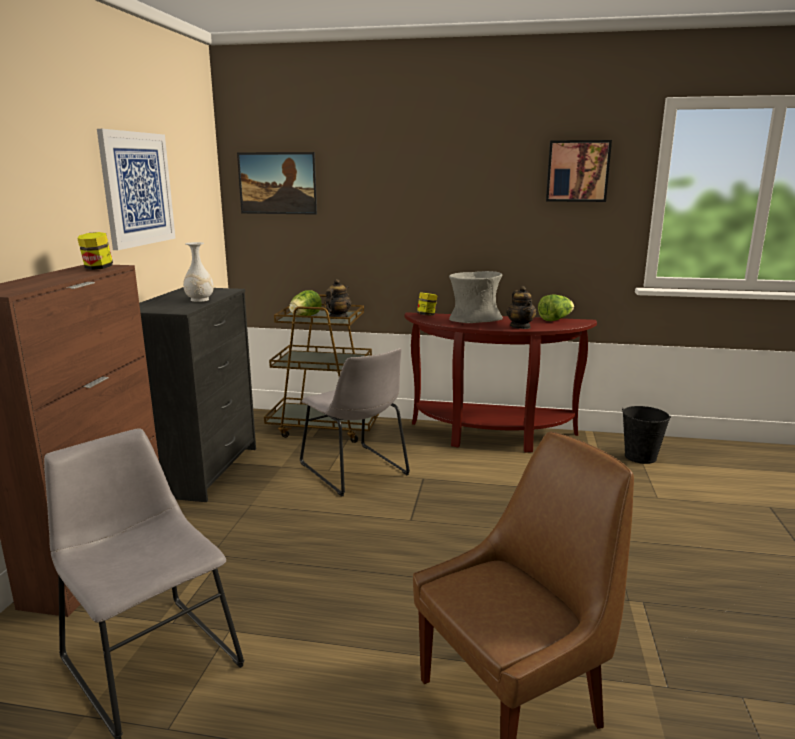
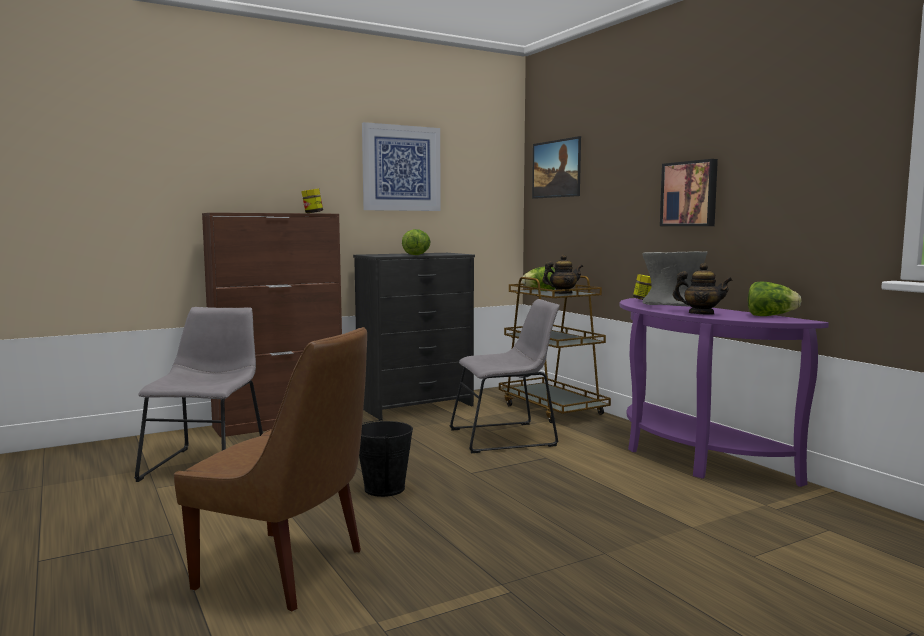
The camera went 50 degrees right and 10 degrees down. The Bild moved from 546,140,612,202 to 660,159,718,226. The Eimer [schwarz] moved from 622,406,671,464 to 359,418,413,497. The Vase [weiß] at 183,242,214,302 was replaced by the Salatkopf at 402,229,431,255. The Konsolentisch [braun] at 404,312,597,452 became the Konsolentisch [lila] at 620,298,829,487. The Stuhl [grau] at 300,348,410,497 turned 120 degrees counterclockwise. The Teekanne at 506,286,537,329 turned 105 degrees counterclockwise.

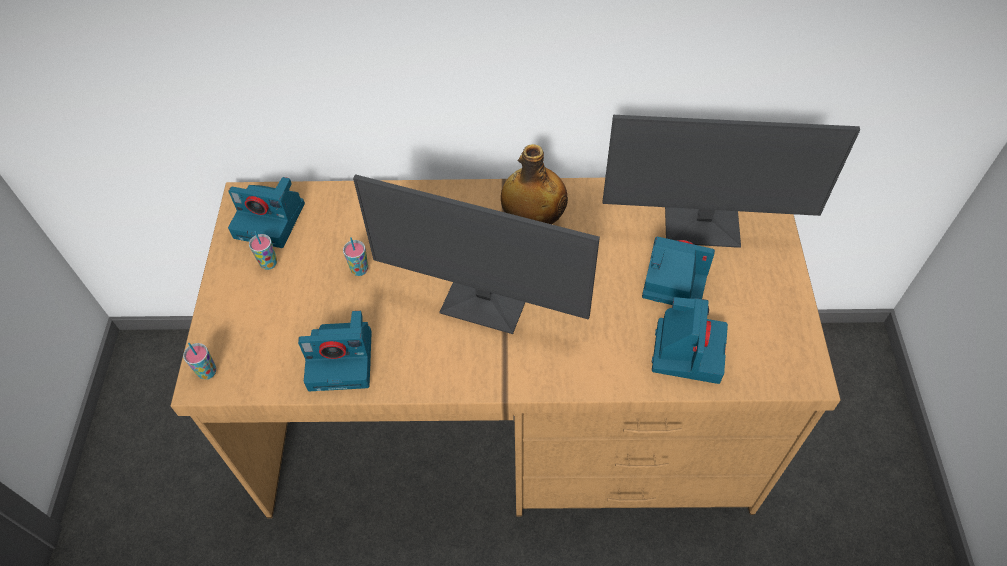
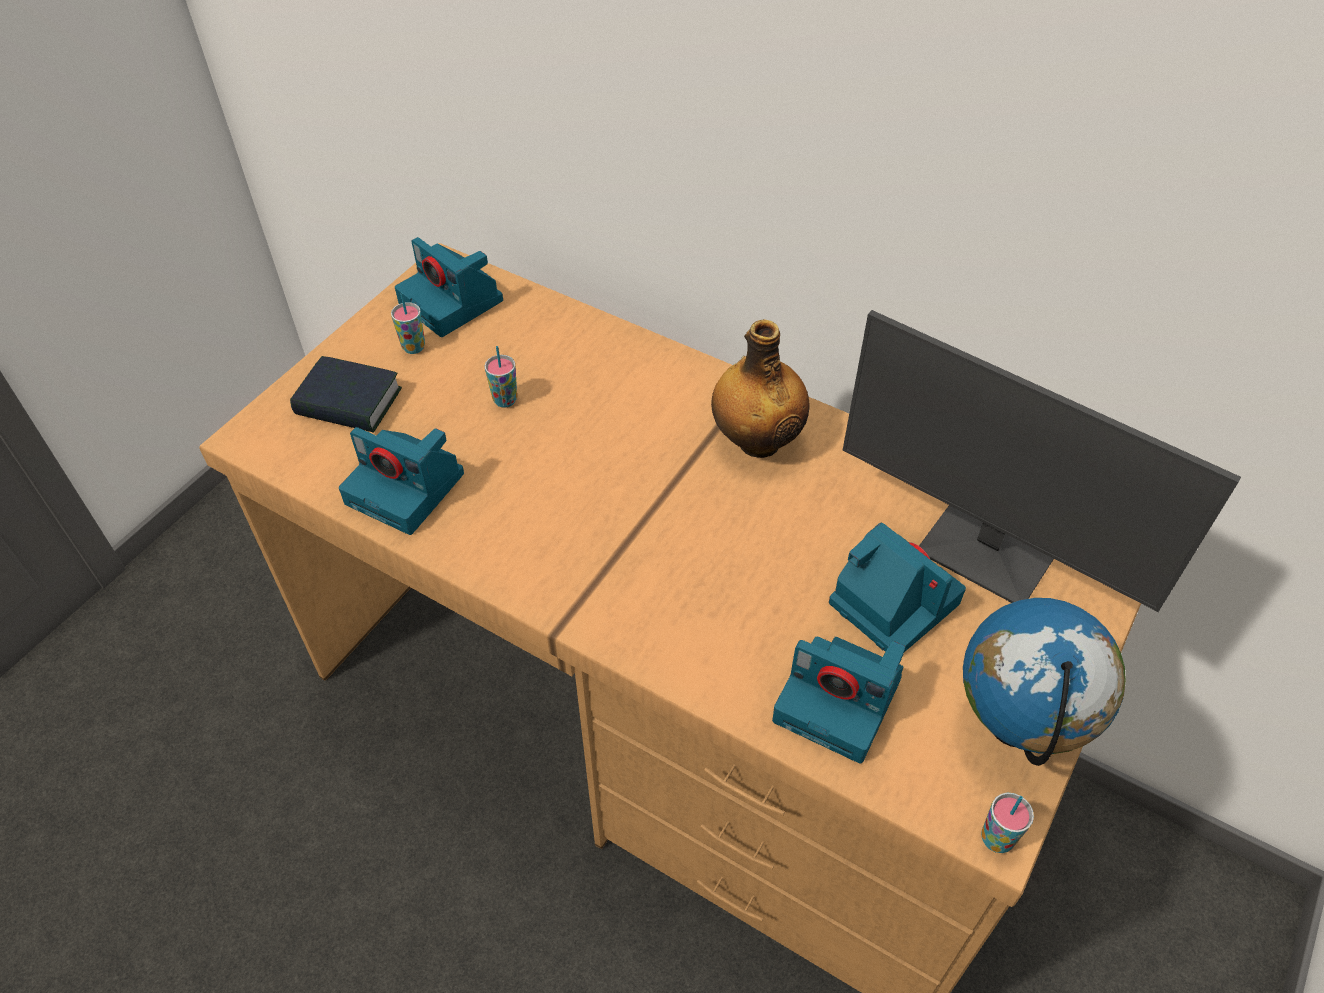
The camera went 30 degrees right and 5 degrees down. The Monitor at 353,174,600,334 disappeared. The Buch at 290,356,402,433 appeared. The Globus at 963,598,1126,766 appeared. The Tasse moved from 183,343,216,379 to 981,792,1034,853. The Kamera at 652,297,728,384 turned 75 degrees clockwise.

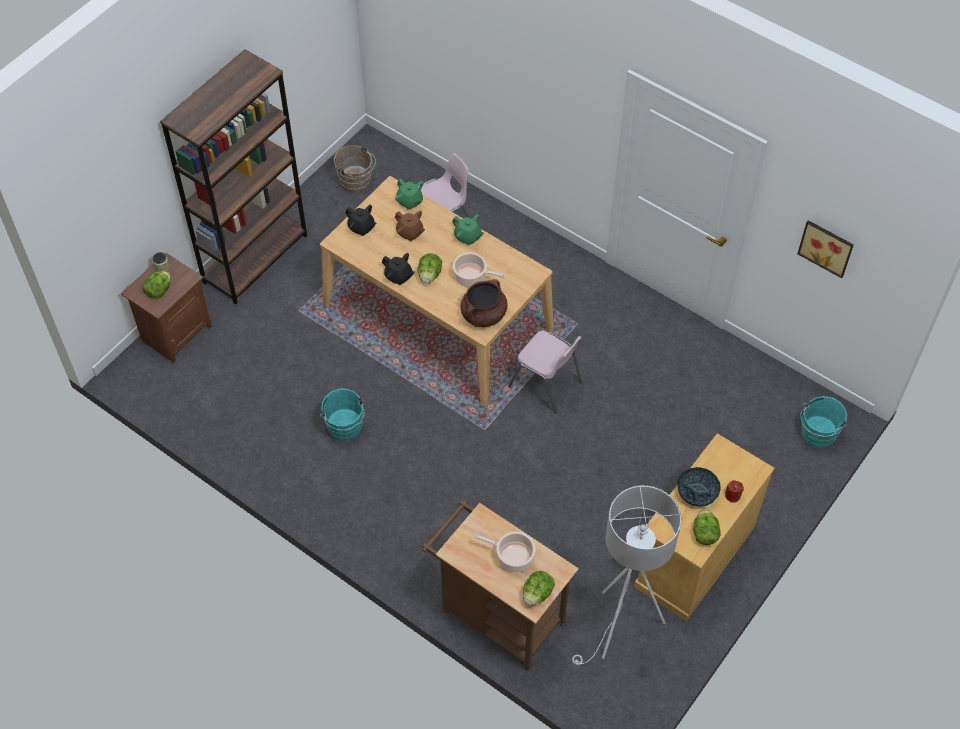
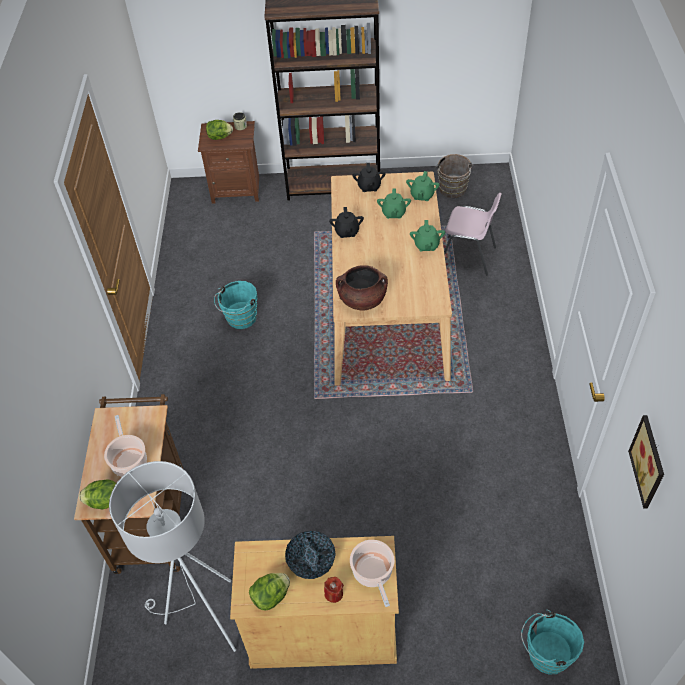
The camera went 55 degrees right and 5 degrees down. The Salatkopf at 418,253,442,284 disappeared. The Stuhl [rosa] at 508,330,582,414 disappeared. The Kochtopf moved from 453,252,506,287 to 350,540,394,607. The Teekanne [braun] at 395,211,425,241 became the Teekanne [grün] at 377,188,411,219.

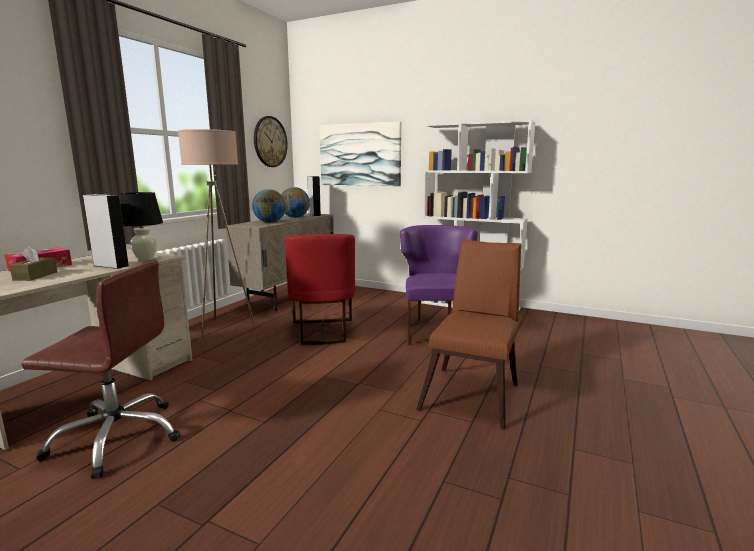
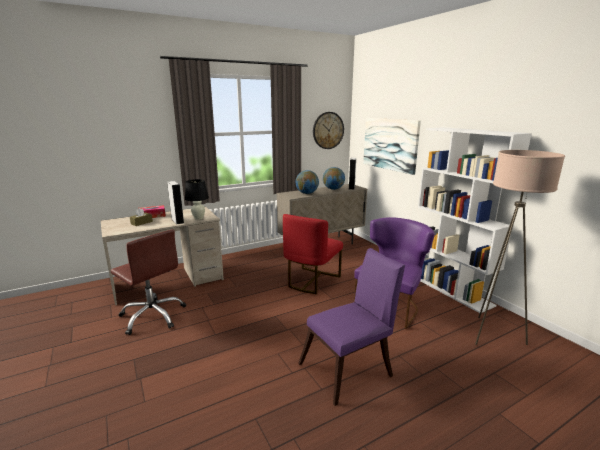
The camera went 35 degrees right and 5 degrees up. The Stehlampe [beige] moved from 178,129,255,336 to 475,150,565,345. The Stuhl [braun] at 416,239,521,430 became the Stuhl [lila] at 298,248,405,406.

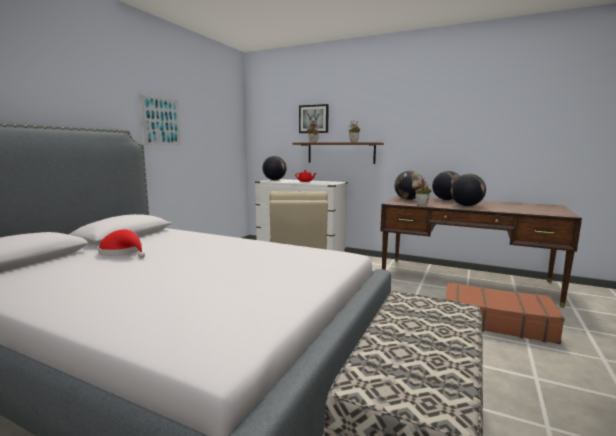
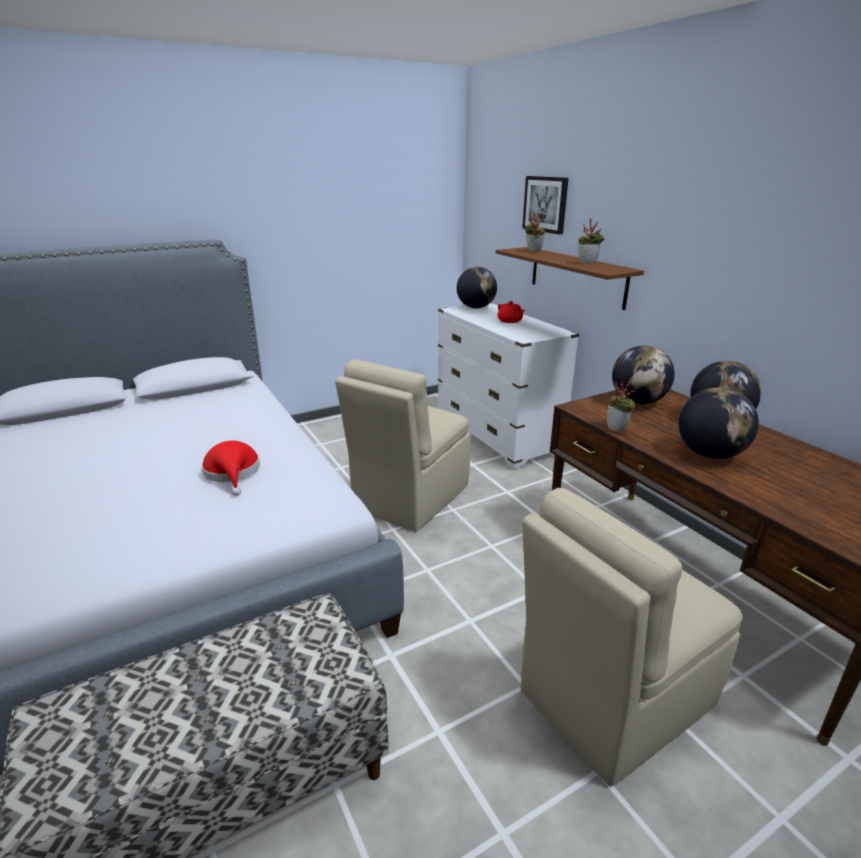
The camera went 35 degrees right and 15 degrees up. The Bild at 140,94,181,145 disappeared. The Hut [rot] moved from 98,229,145,258 to 201,441,260,496. The Koffer [braun] at 446,282,565,345 was replaced by the Stuhl [beige] at 521,488,743,786.

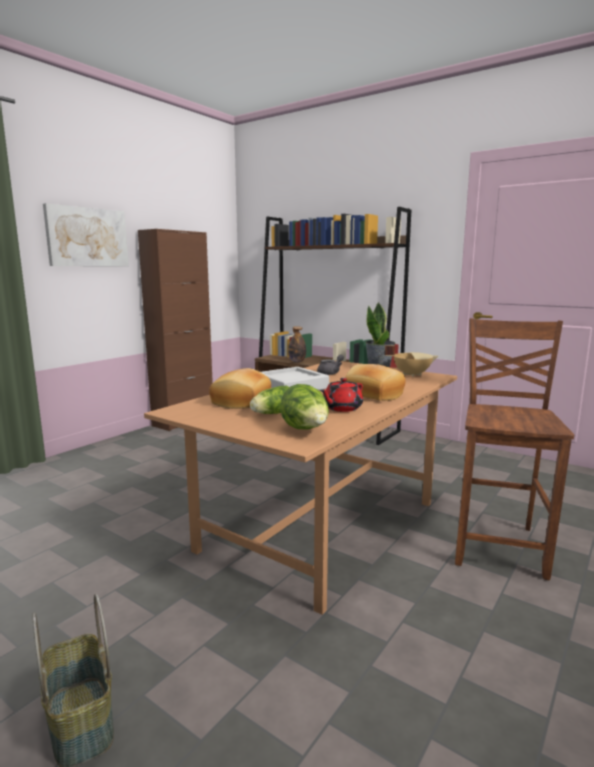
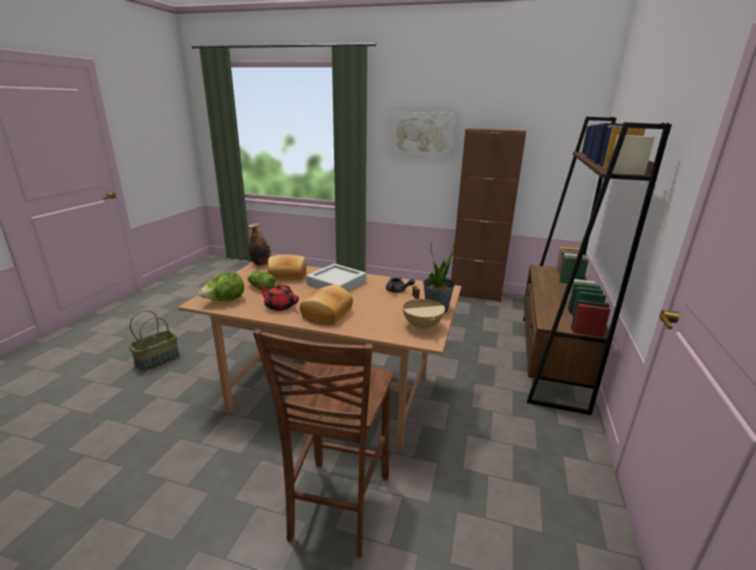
The camera went 70 degrees right and 10 degrees up. The Flasche moved from 288,326,306,362 to 248,223,271,266. The Stuhl [braun] at 455,318,574,580 turned 105 degrees clockwise.

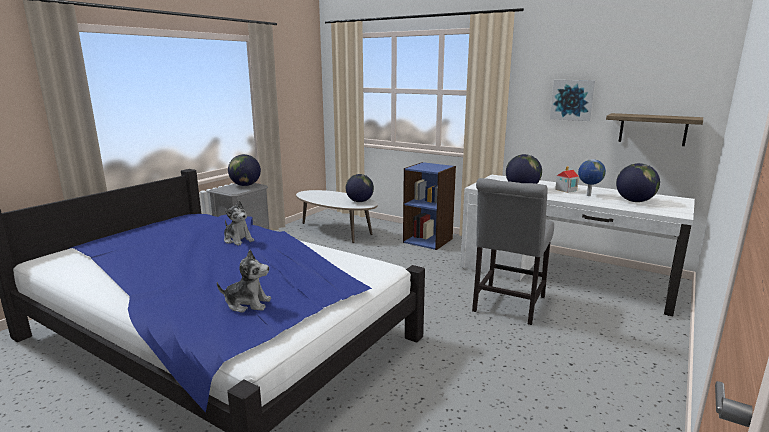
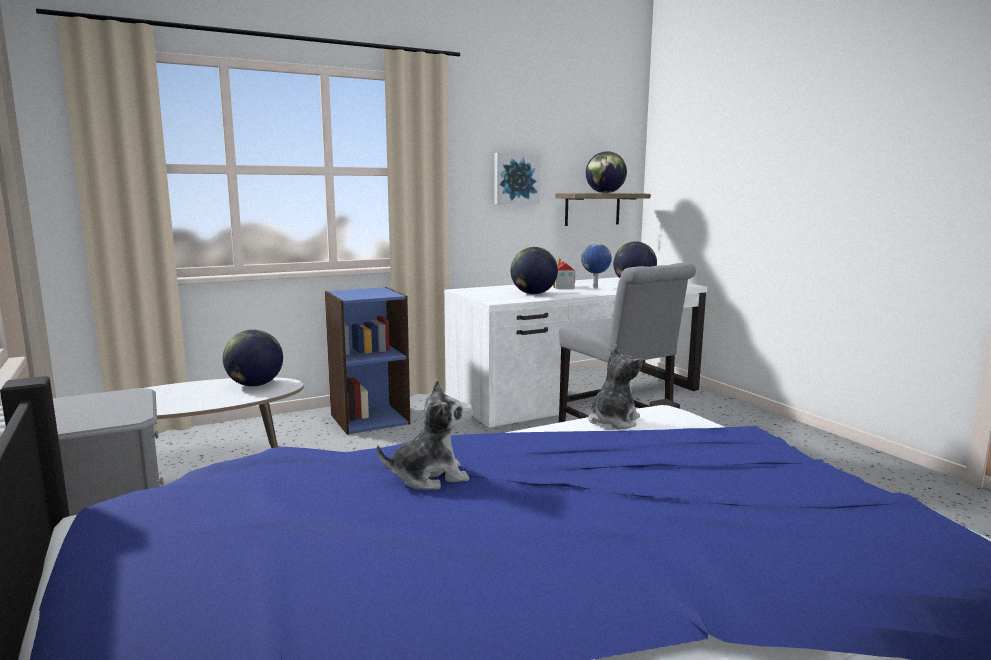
The camera went 60 degrees left and 5 degrees down. The Plüschtier moved from 217,250,271,313 to 588,344,643,429. The Globus moved from 228,154,261,186 to 586,151,627,193.

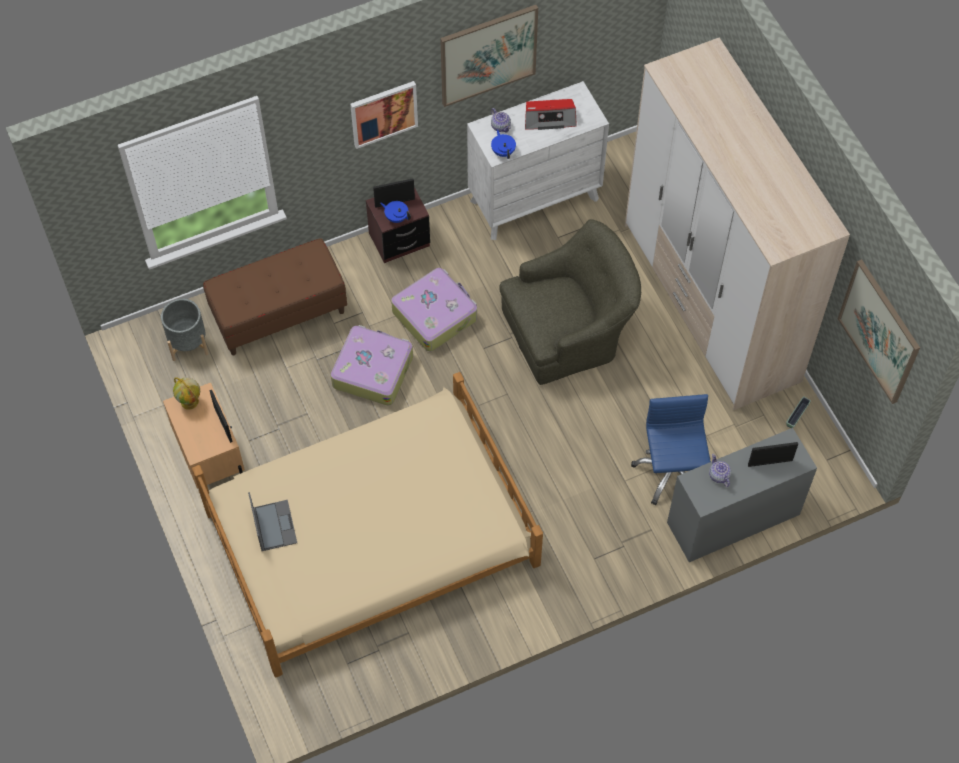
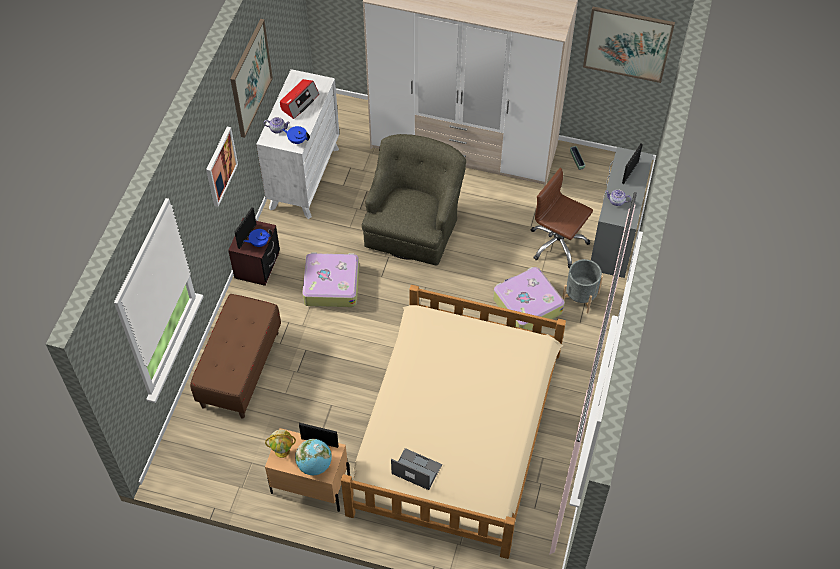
The camera went 50 degrees left and 5 degrees down. The Globus at 295,439,332,475 appeared. The Pflanzkübel [grau] moved from 161,299,208,361 to 562,259,603,314. The Koffer moved from 331,325,413,406 to 493,267,565,330. The Bürostuhl [blau] at 631,394,711,505 became the Bürostuhl [braun] at 531,168,593,268.

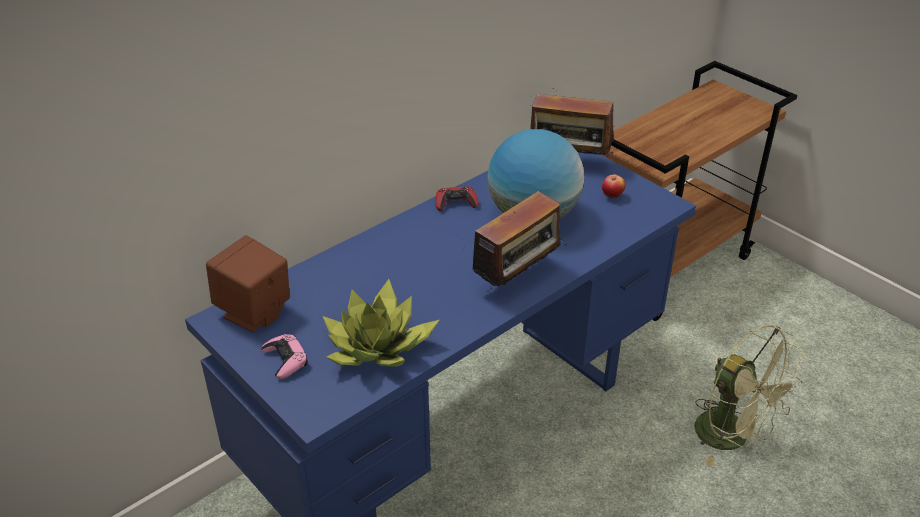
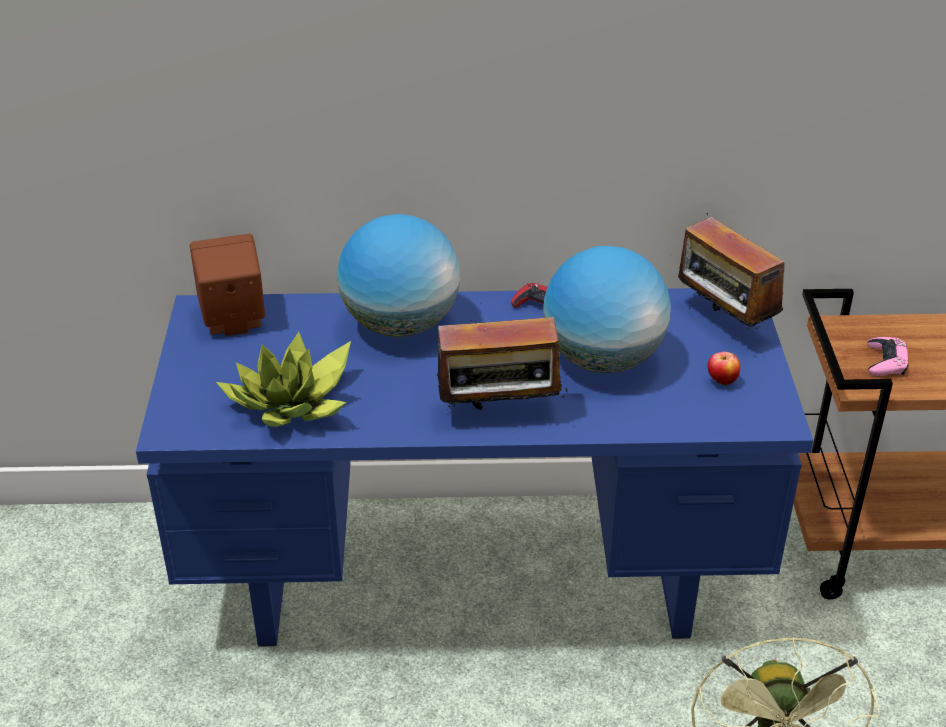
The camera went 40 degrees right and 0 degrees up. The Globus at 337,214,460,337 appeared. The Gamepad [rosa] moved from 261,334,307,379 to 867,337,908,376.

